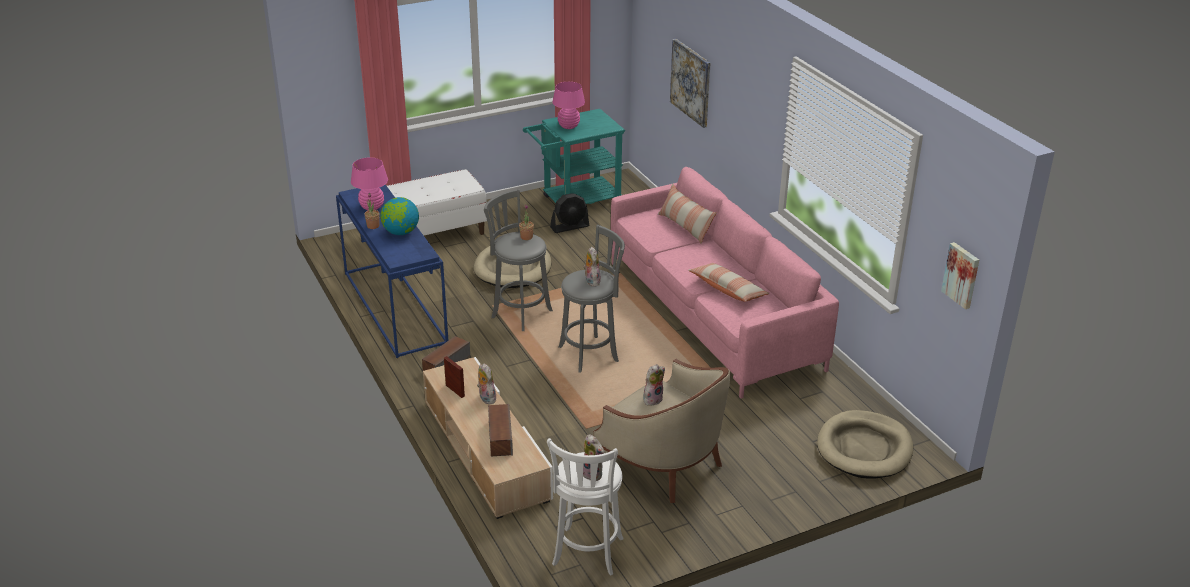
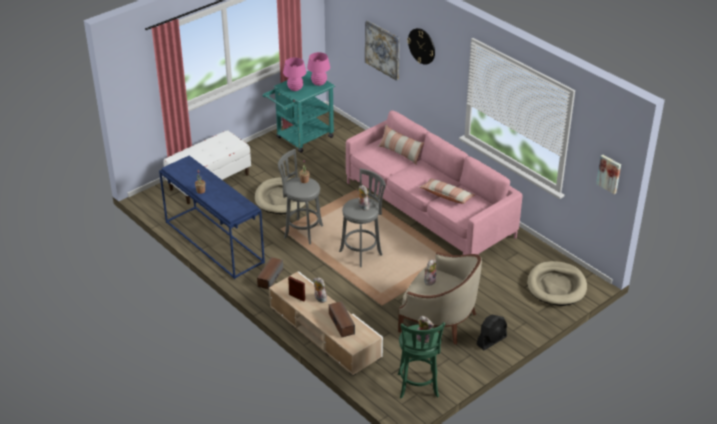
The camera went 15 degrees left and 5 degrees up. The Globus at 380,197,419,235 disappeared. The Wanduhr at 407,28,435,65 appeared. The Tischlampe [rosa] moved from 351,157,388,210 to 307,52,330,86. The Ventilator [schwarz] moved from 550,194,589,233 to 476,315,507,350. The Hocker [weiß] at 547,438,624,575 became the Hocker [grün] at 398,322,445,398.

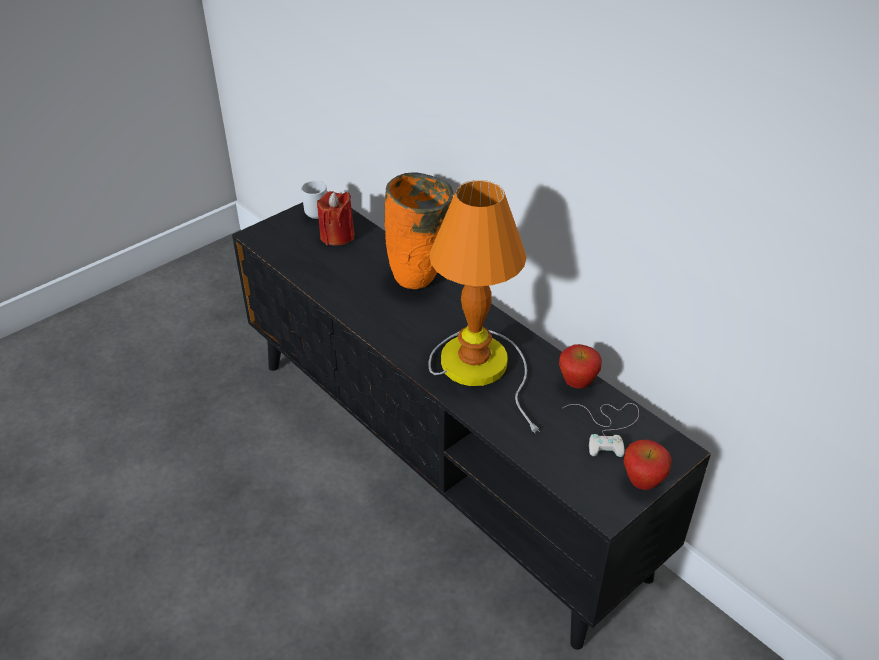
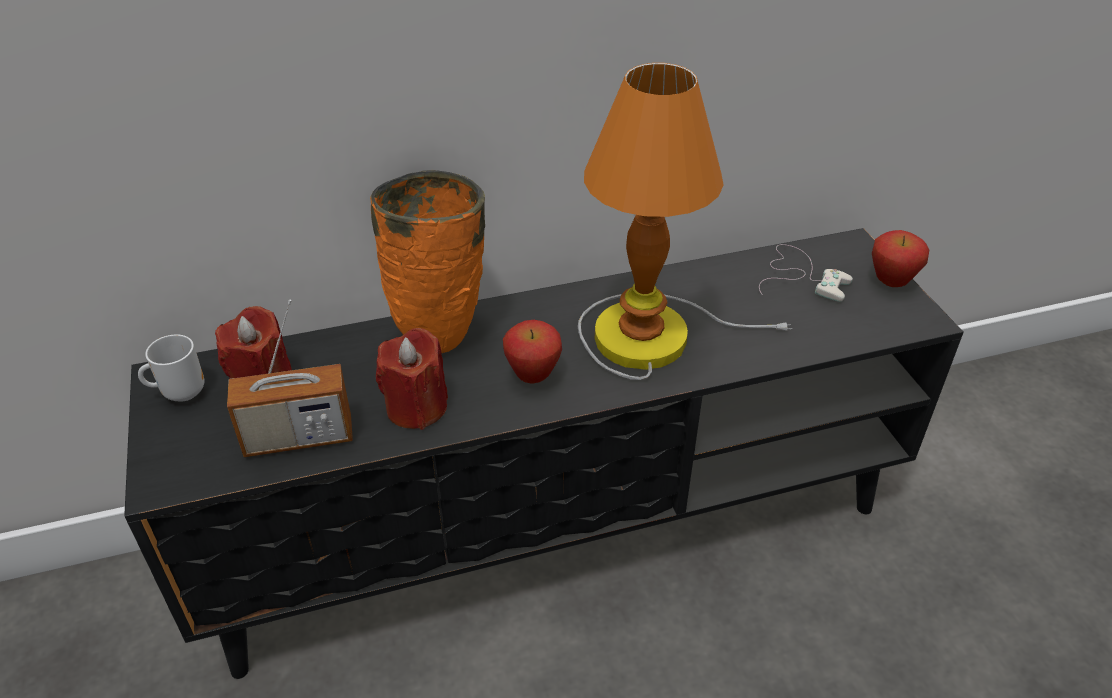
The camera went 65 degrees left and 0 degrees up. The Radio at 227,300,353,457 appeared. The Kerze [rot] at 376,328,448,430 appeared. The Apfel moved from 559,344,602,389 to 503,320,562,384.

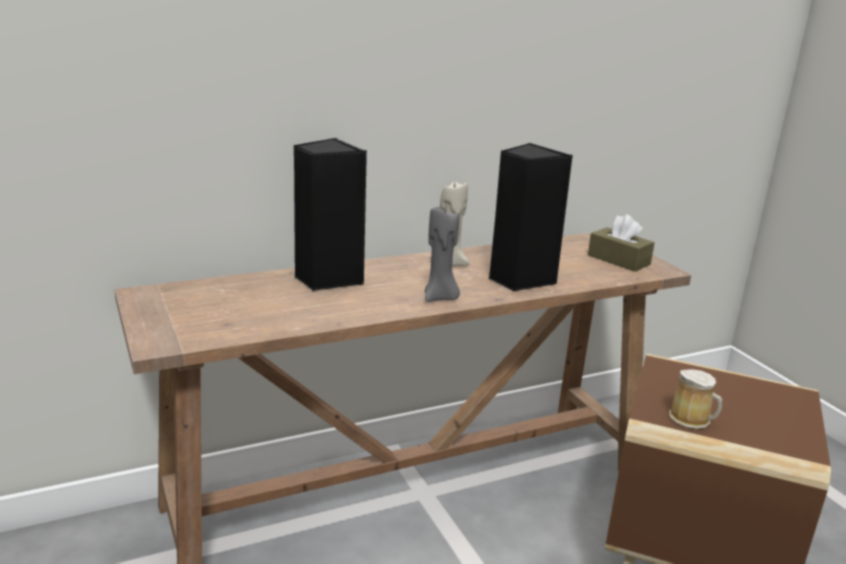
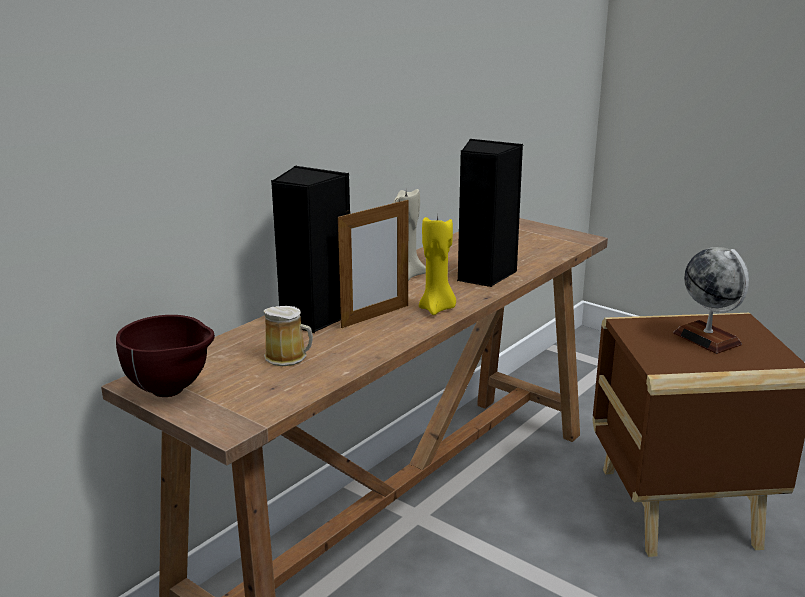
The camera went 25 degrees left and 0 degrees up. The Taschentuchbox [braun] at 588,214,654,272 disappeared. The Schüssel [braun] at 116,315,215,397 appeared. The Bilderrahmen at 338,198,408,328 appeared. The Globus at 673,247,749,354 appeared. The Henkelbecher moved from 669,369,722,429 to 264,306,313,366. The Kerze [grau] at 425,205,460,302 became the Kerze [gelb] at 419,215,456,315.

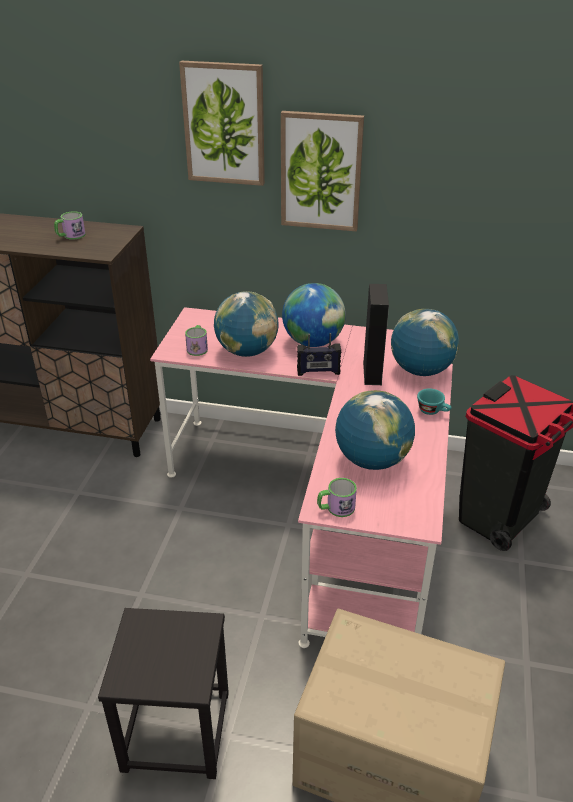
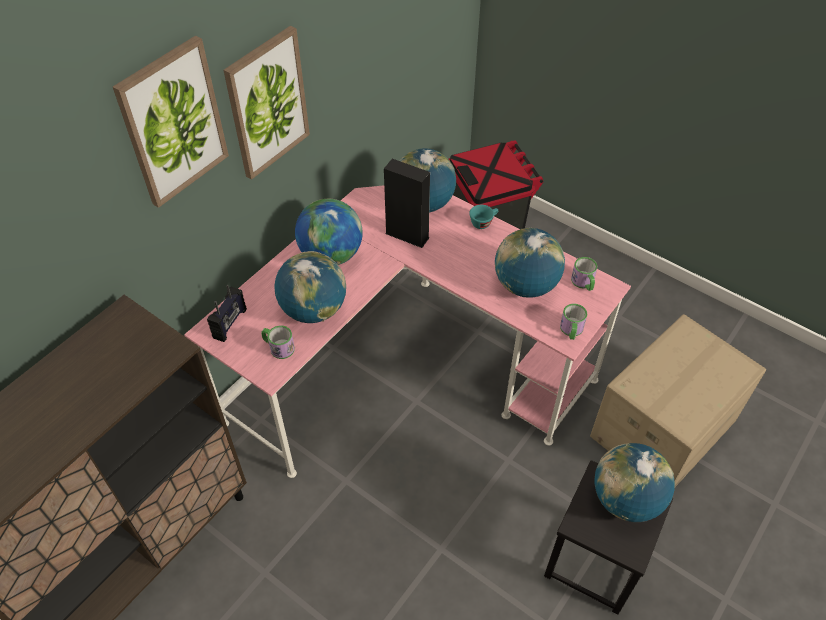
The camera went 65 degrees left and 15 degrees up. The Globus at 594,443,675,522 appeared. The Henkelbecher moved from 54,211,86,240 to 571,257,597,291. The Radio moved from 297,333,341,376 to 207,285,247,342.

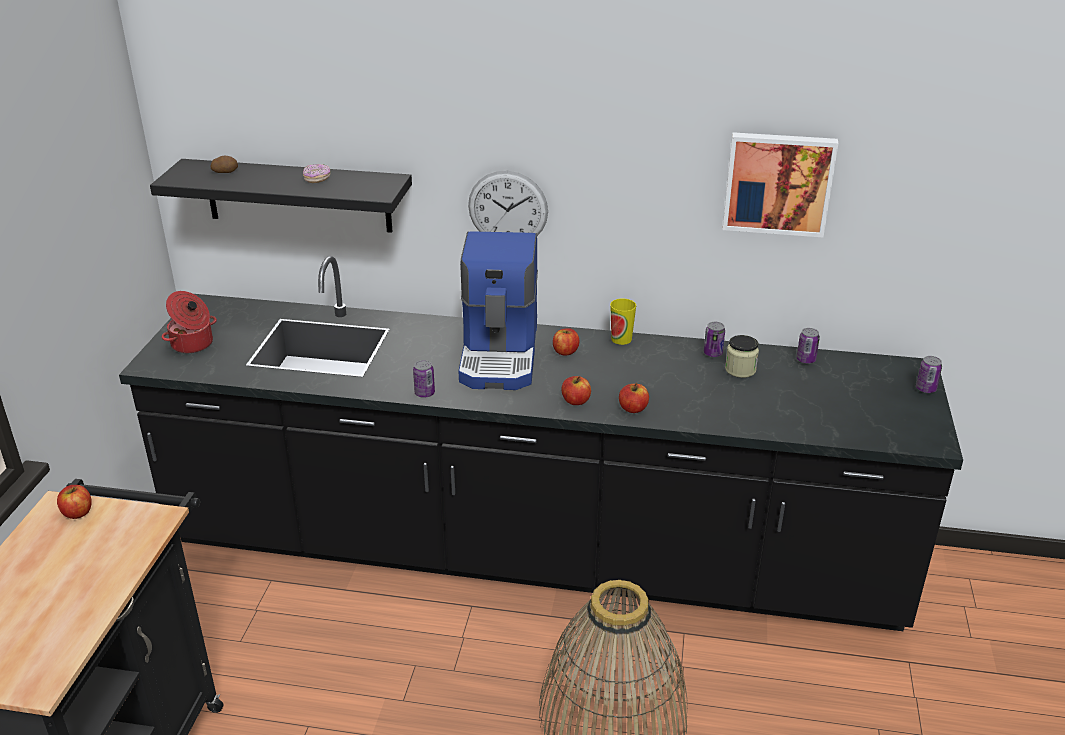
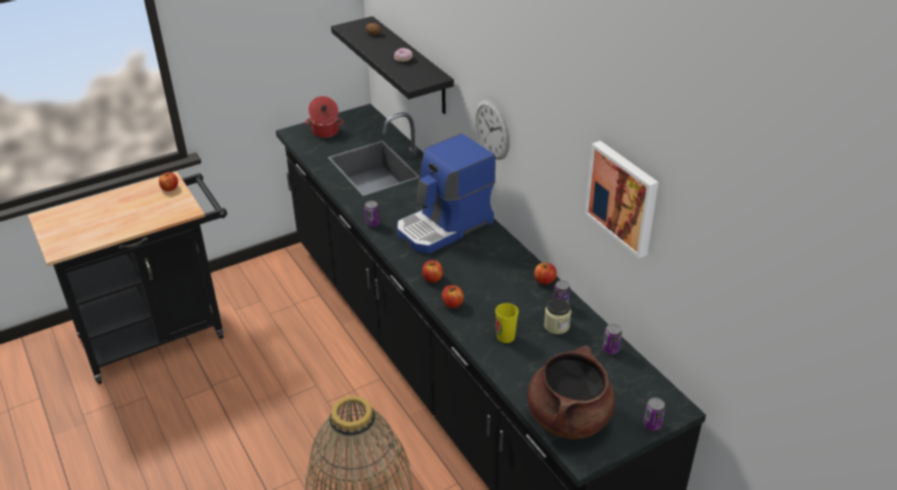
The camera went 50 degrees right and 5 degrees up. The Kochtopf [braun] at 527,345,615,439 appeared. The Apfel moved from 553,328,580,356 to 534,263,557,284. The Tasse moved from 610,299,636,345 to 495,303,519,343.

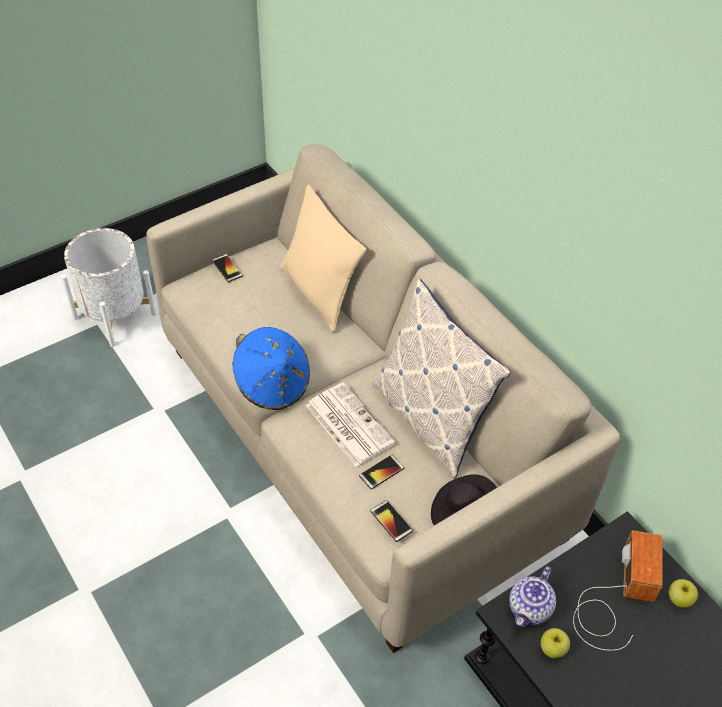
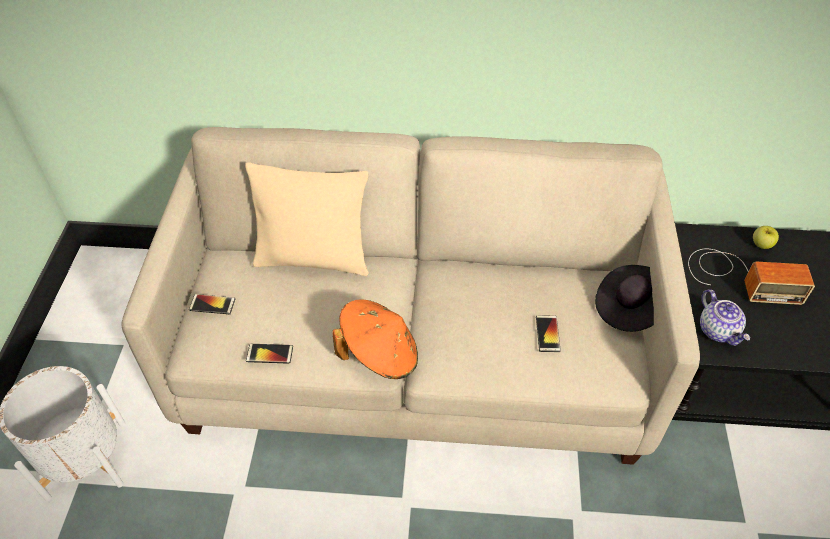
The camera went 50 degrees left and 0 degrees up. The Zeitung at 305,382,396,467 disappeared. The Kissen at 372,279,511,478 disappeared. The Apfel at 541,628,570,658 disappeared. The Handy moved from 370,500,413,542 to 246,344,293,364. The Hut [blau] at 233,327,310,410 became the Hut [orange] at 332,300,418,379. The Radio at 573,530,663,651 turned 135 degrees clockwise.

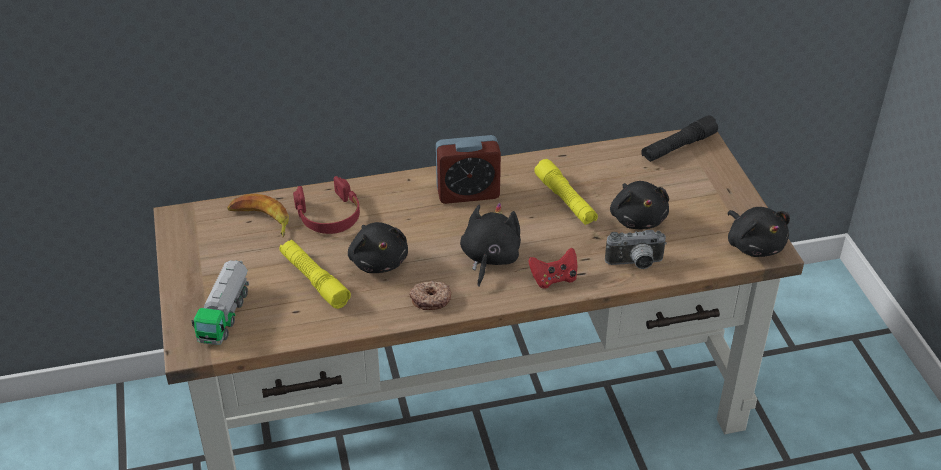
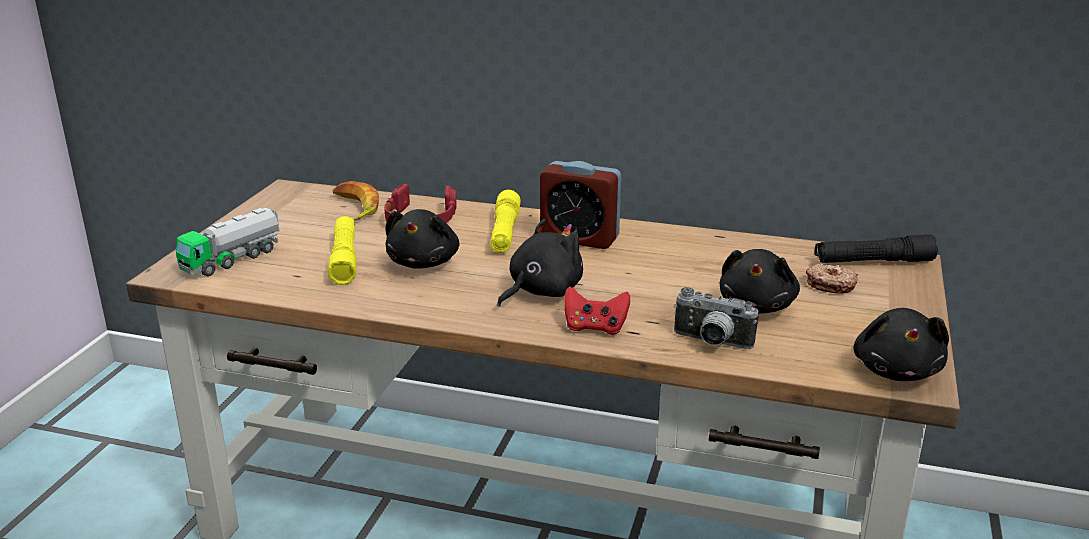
The camera went 30 degrees right and 15 degrees down. The Donut moved from 409,281,451,310 to 806,264,858,294. The Taschenlampe [gelb] moved from 534,159,598,225 to 490,190,521,252.

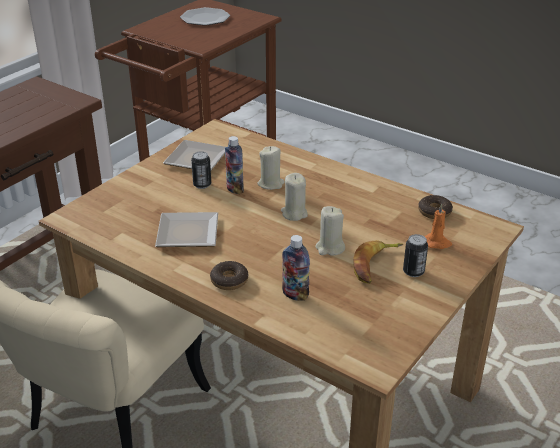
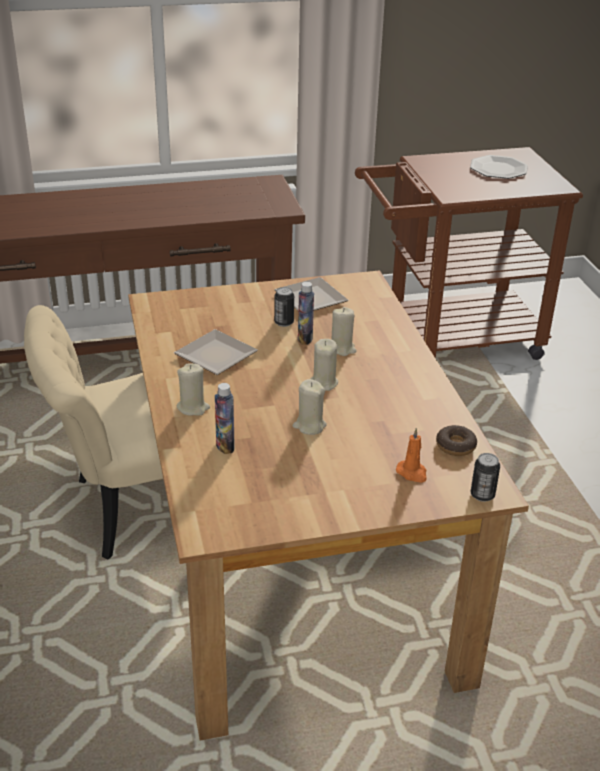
The camera went 40 degrees right and 0 degrees up. The Banane at 354,240,403,284 disappeared. The Dose moved from 403,234,428,277 to 471,453,500,502. The Donut at 210,261,248,290 was replaced by the Kerze [beige] at 176,364,210,416.

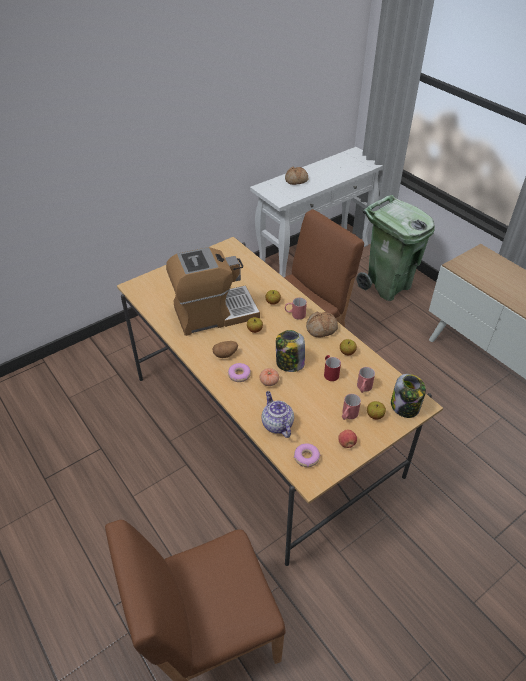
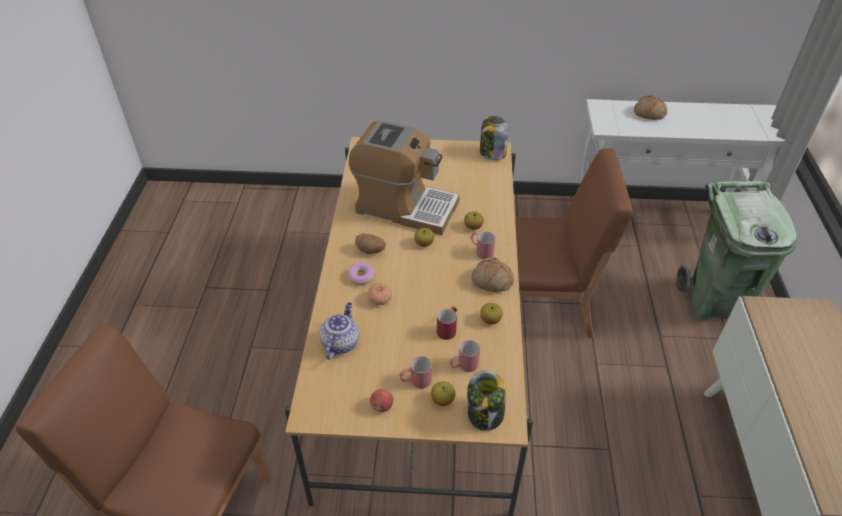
The camera went 40 degrees right and 0 degrees up. The Donut at 294,443,320,467 disappeared. The Vorratsglas moved from 276,330,305,372 to 480,116,509,160.

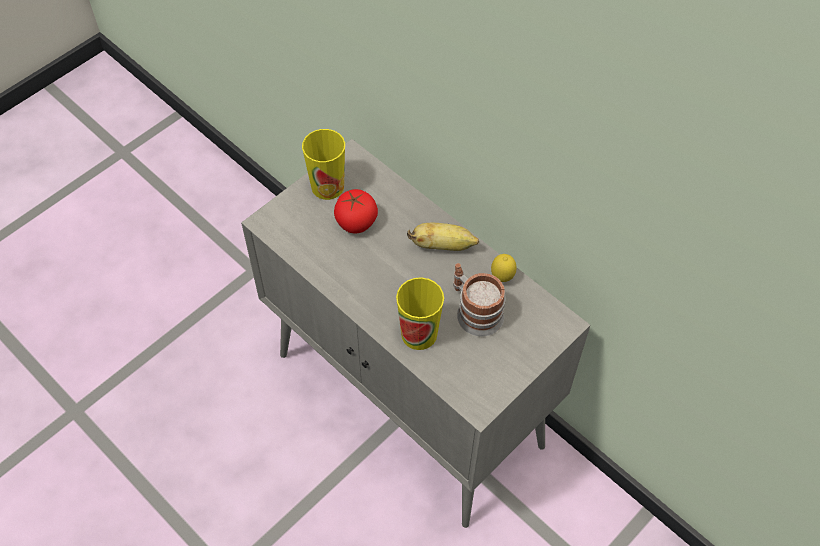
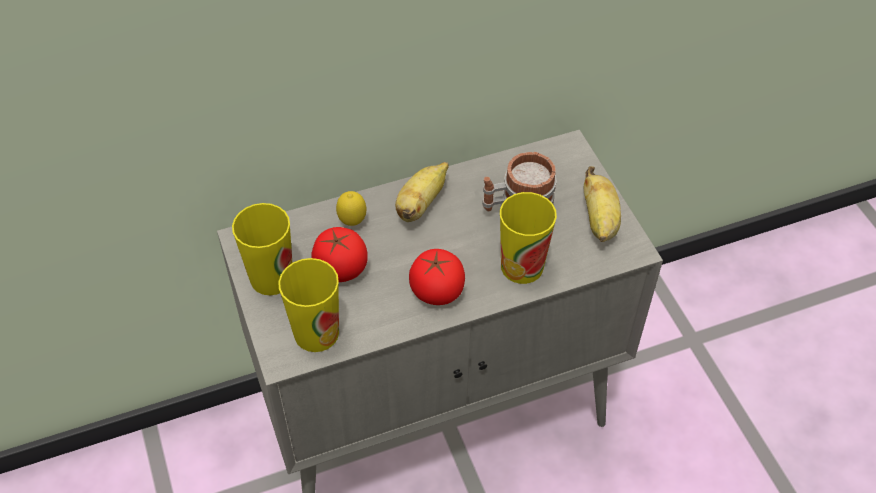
The camera went 65 degrees left and 5 degrees down. The Tasse at 278,258,339,352 appeared. The Tomate at 409,249,465,305 appeared. The Banane at 584,166,621,242 appeared. The Zitrone moved from 491,254,517,282 to 336,191,367,226.

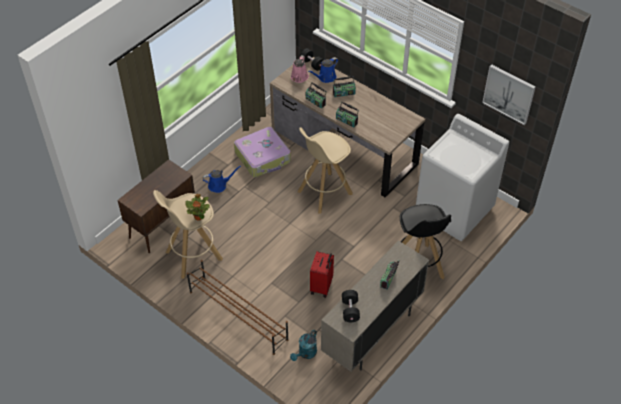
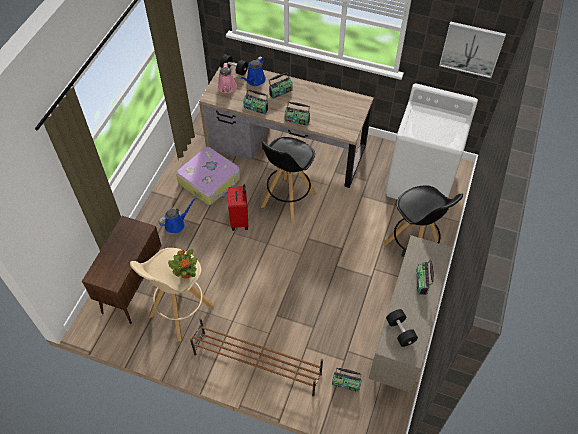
The camera went 20 degrees left and 5 degrees up. The Koffer [rot] moved from 310,252,334,298 to 228,185,248,231. The Gießkanne [türkis] at 290,330,317,361 was replaced by the Radio at 332,368,361,392. The Hocker [beige] at 298,127,353,214 became the Hocker [schwarz] at 261,137,316,224.

